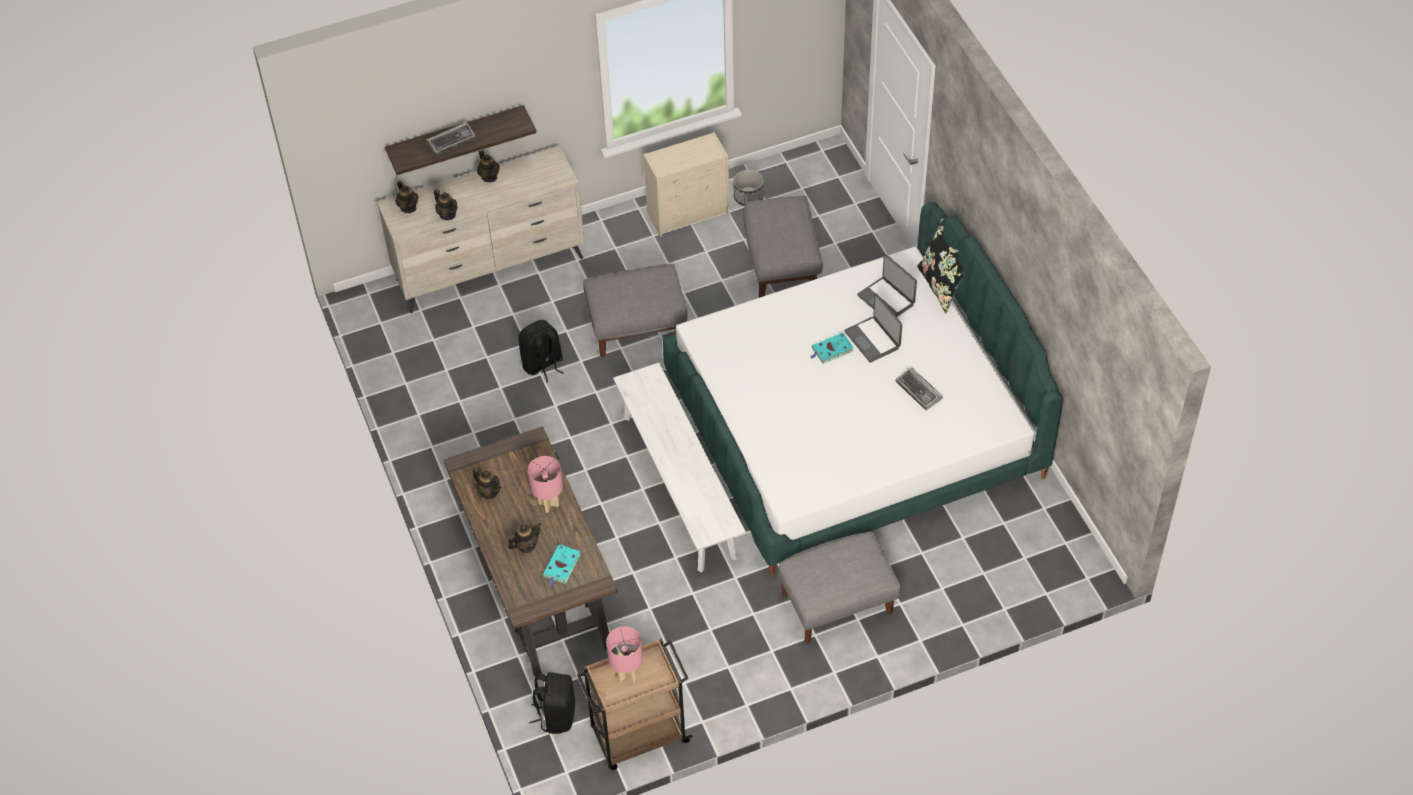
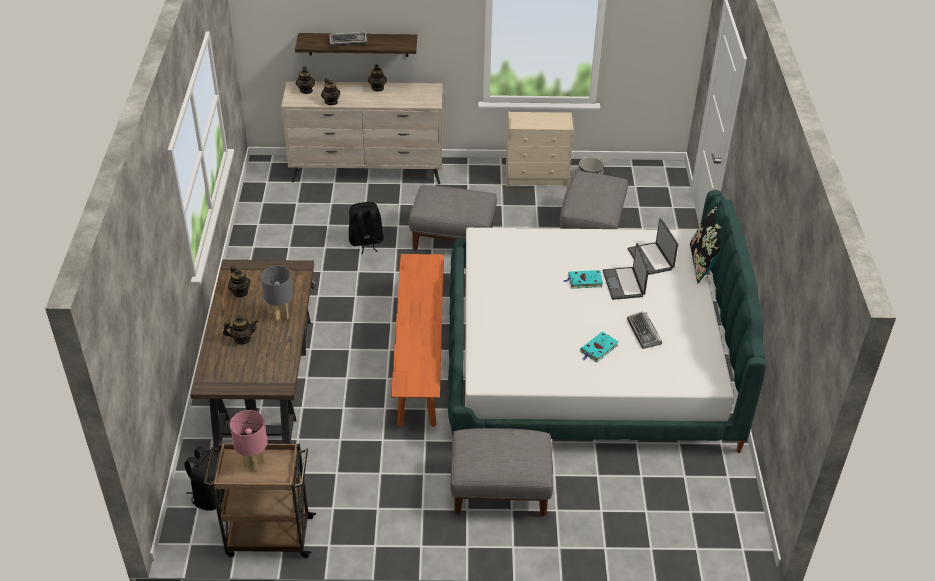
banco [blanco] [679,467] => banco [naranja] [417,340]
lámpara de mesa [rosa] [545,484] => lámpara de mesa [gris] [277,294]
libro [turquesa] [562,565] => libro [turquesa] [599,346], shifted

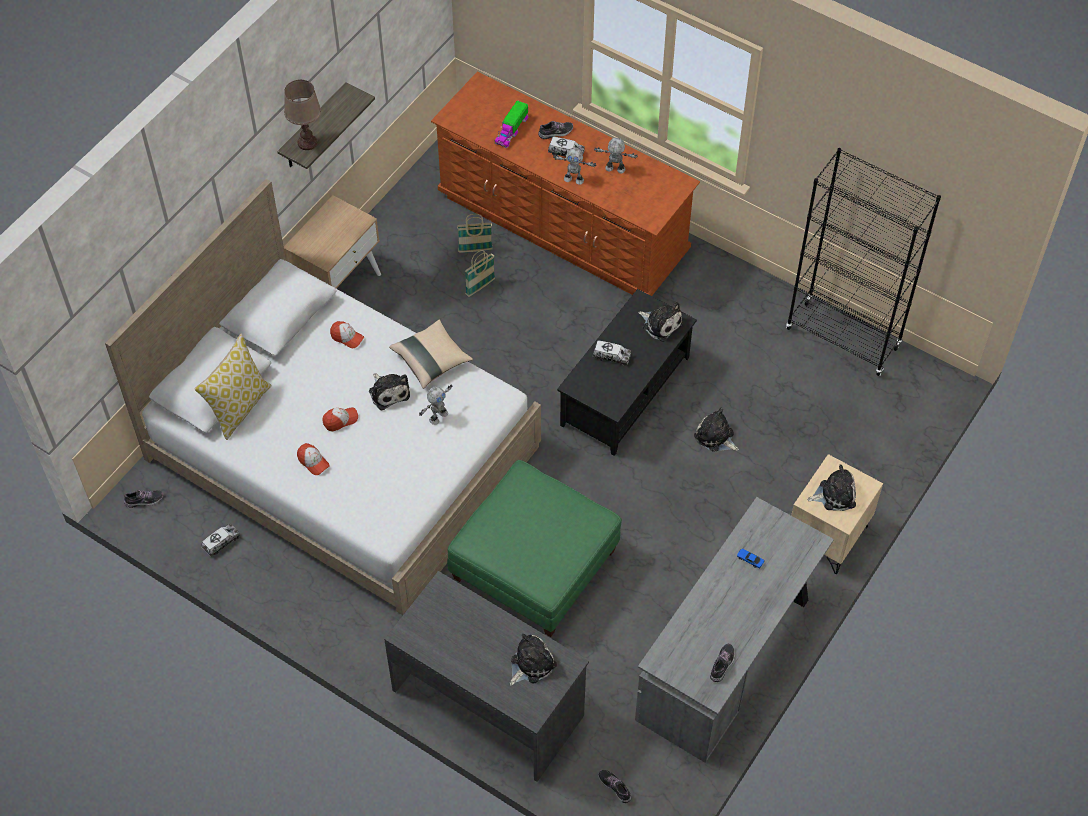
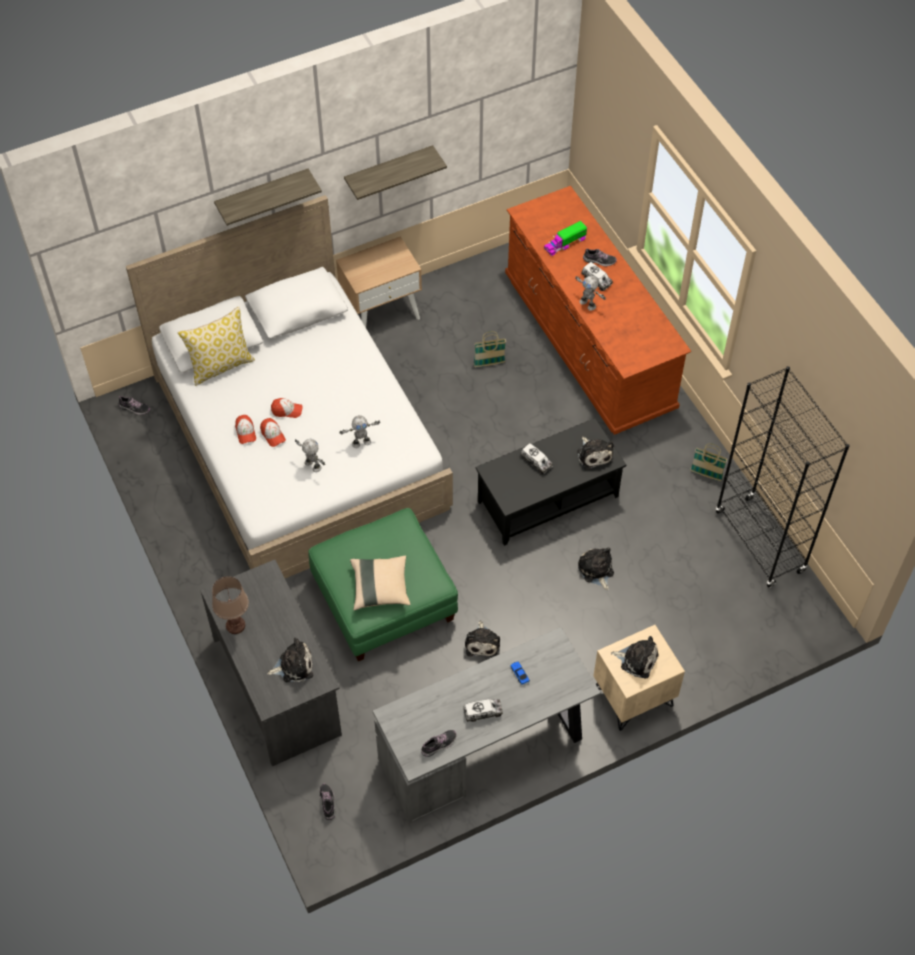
lámpara de mesa [marrón] [302,115] => lámpara de mesa [marrón] [230,605], shifted
robot de juguete [616,155] => robot de juguete [310,455], shifted
cesta [475,233] => cesta [708,462], shifted
cojín [beis] [431,354] => cojín [beis] [380,583], shifted
gorra [347,334] => gorra [273,432], shifted
peluche [389,392] => peluche [482,639], shifted
camión de juguete [220,540] => camión de juguete [483,710], shifted
nothing => estante [268,197]

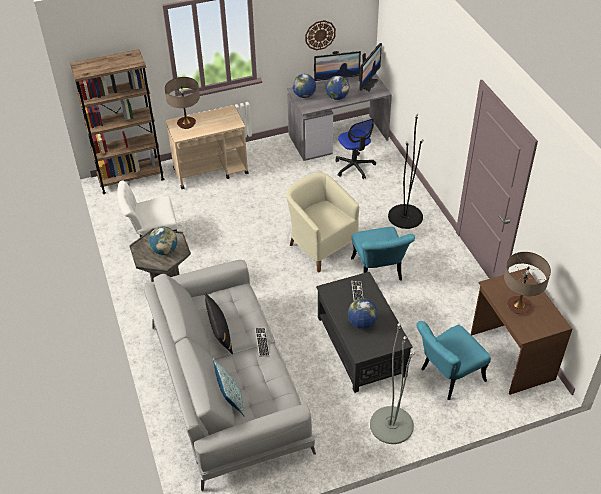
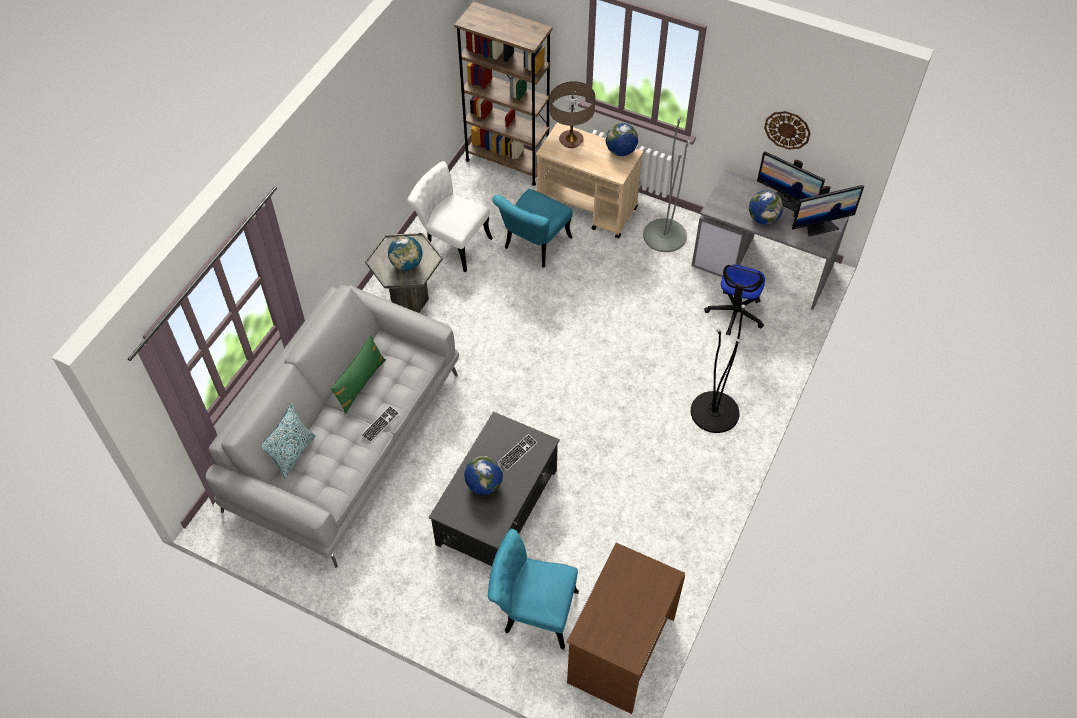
globo terráqueo [304,86] => globo terráqueo [622,139], shifted
sillón [beis] [322,223] => nothing
silla [turquesa] [383,254] => silla [turquesa] [532,228], shifted
lámpara de mesa [527,283] => nothing
cojín [negro] [219,323] => cojín [verde] [358,374]
lámpara de pie [gris] [392,383] => lámpara de pie [gris] [667,184], shifted

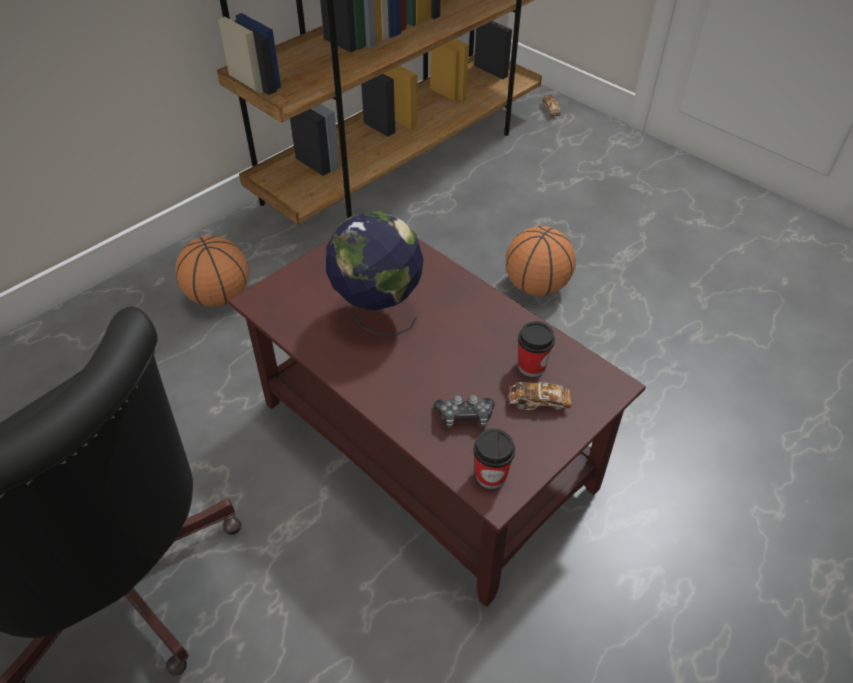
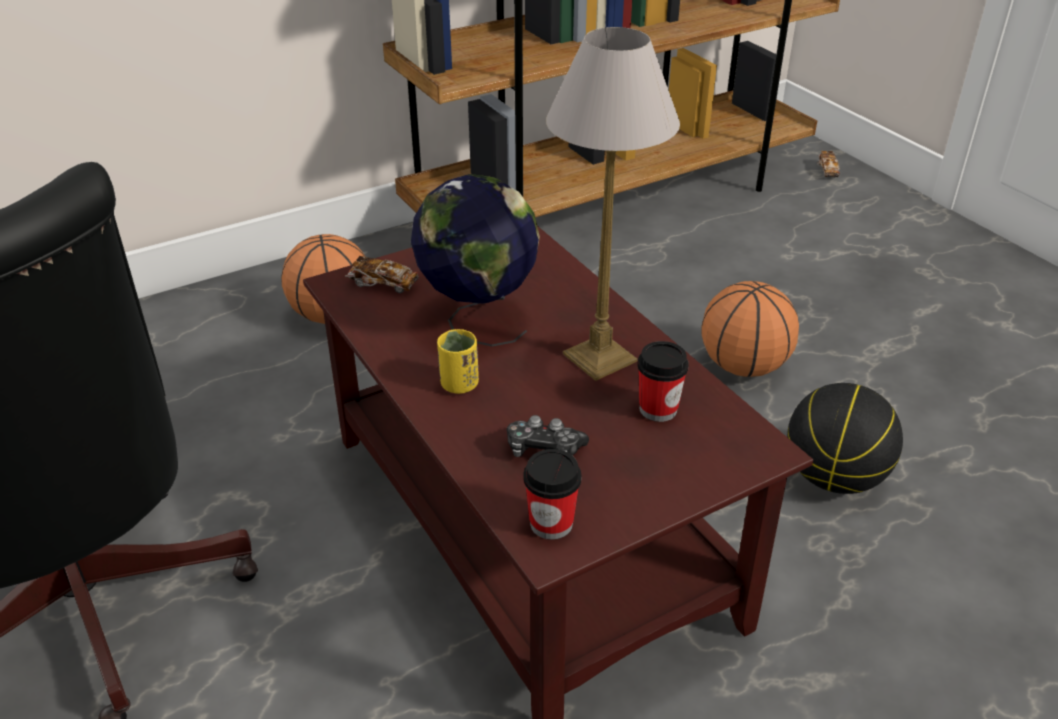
coche de juguete [540,396] => coche de juguete [382,274], shifted
nothing => lámpara de mesa [613,204]
nothing => taza [amarillo] [458,361]
nothing => balón de baloncesto [845,438]

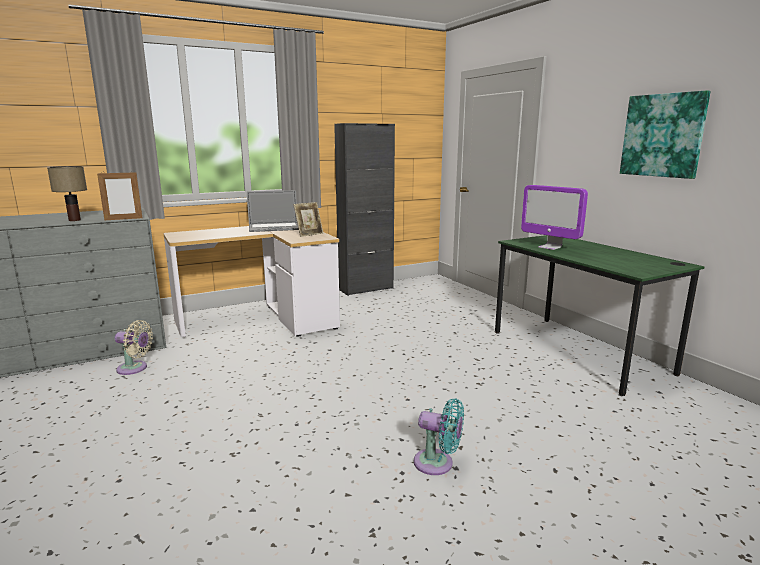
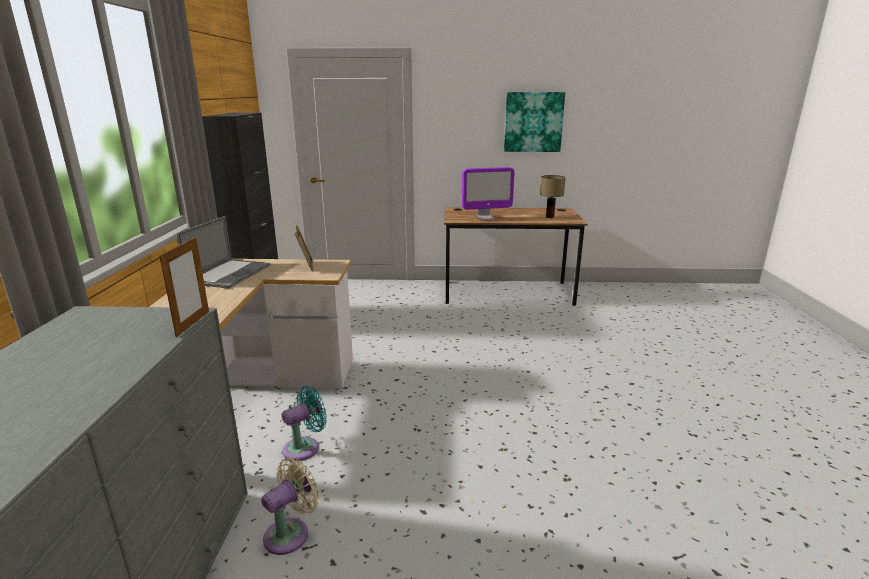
lámpara de mesa [67,193] => lámpara de mesa [553,196], shifted
escritorio [verde] [600,315] => escritorio [marrón] [515,256]
ventilador [turquesa] [439,436] => ventilador [turquesa] [304,423], shifted

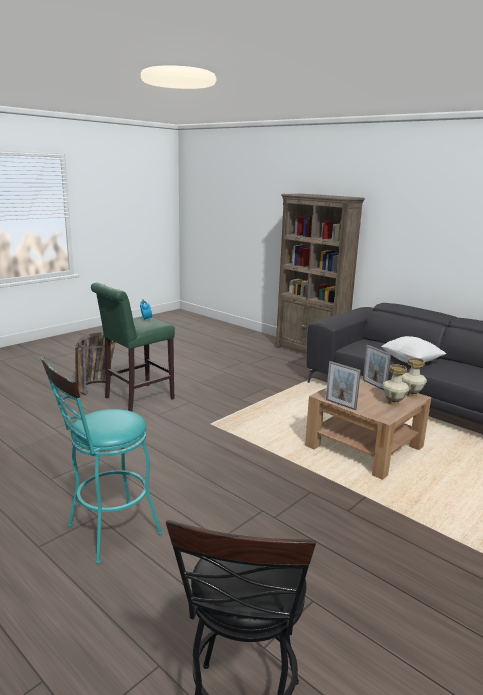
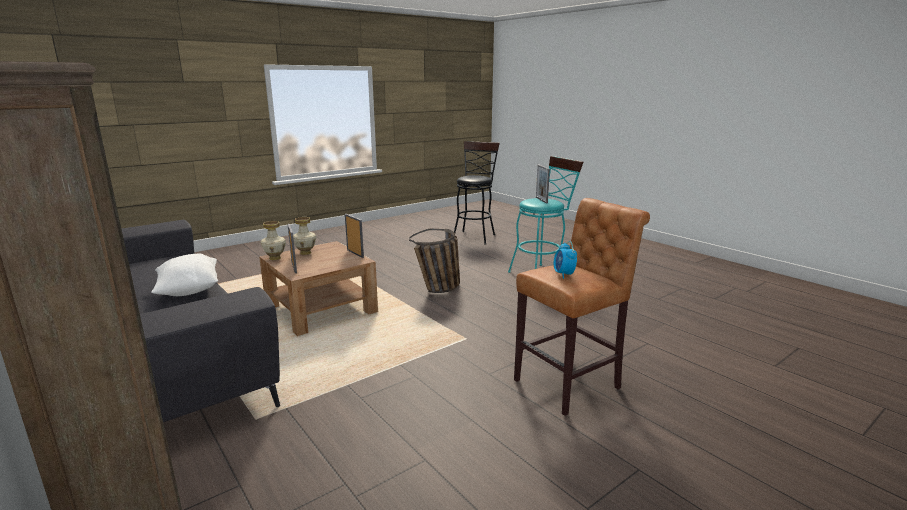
taburete [verde] [133,347] => taburete [marrón] [582,307]
cesta [95,363] => cesta [434,261], shifted
nothing => portarretratos [543,184]

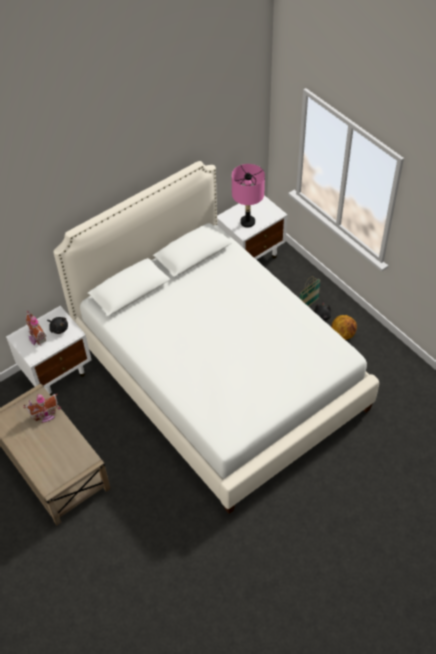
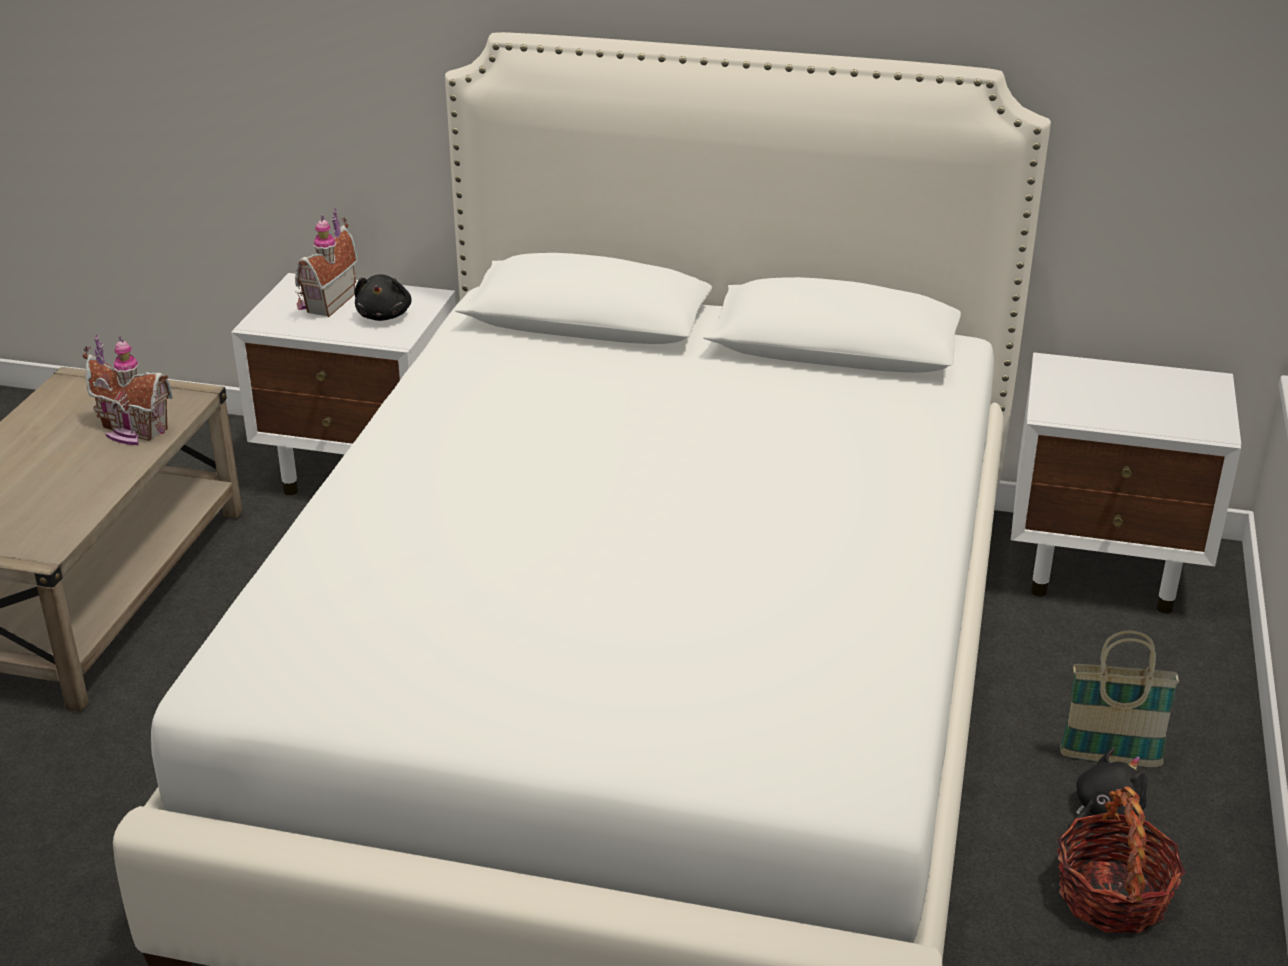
lámpara de mesa [rosa] [248,196] => nothing
balón de baloncesto [344,327] => cesta [1121,860]

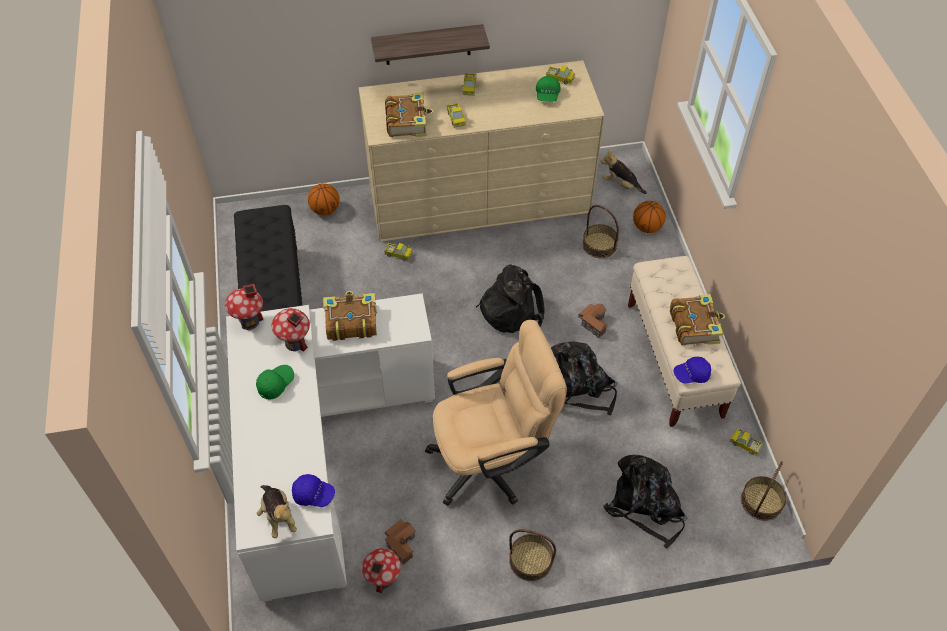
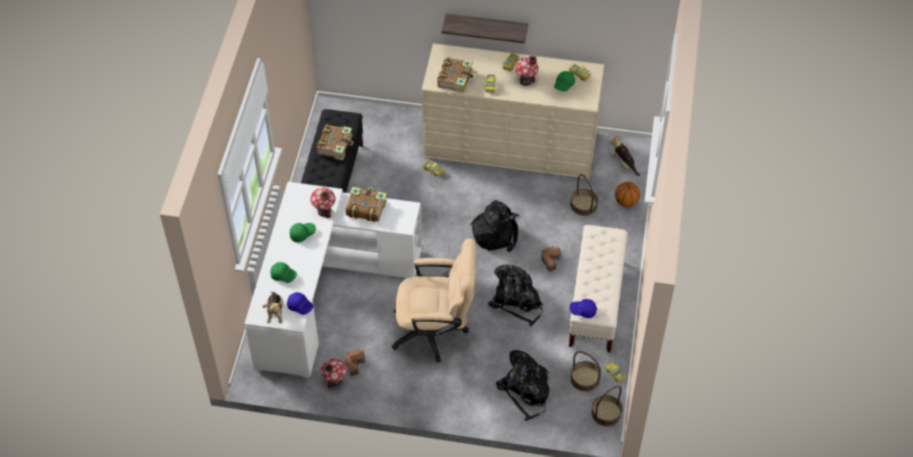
balón de baloncesto [324,199] => nothing
casita [244,307] => casita [526,71], shifted
libro [697,320] => libro [335,142], shifted
cesta [532,555] => cesta [585,371], shifted
nothing => gorra [verde] [283,272]

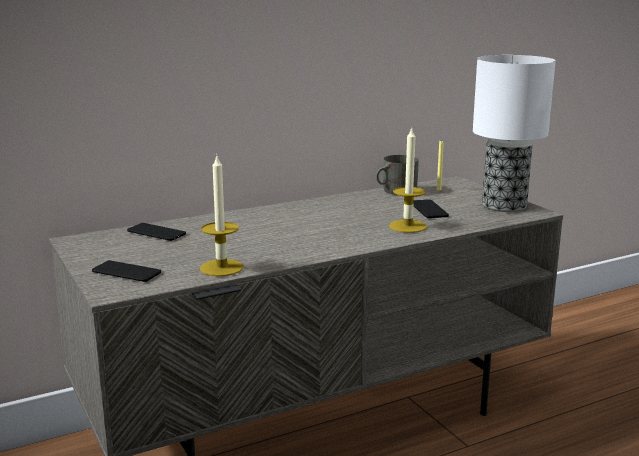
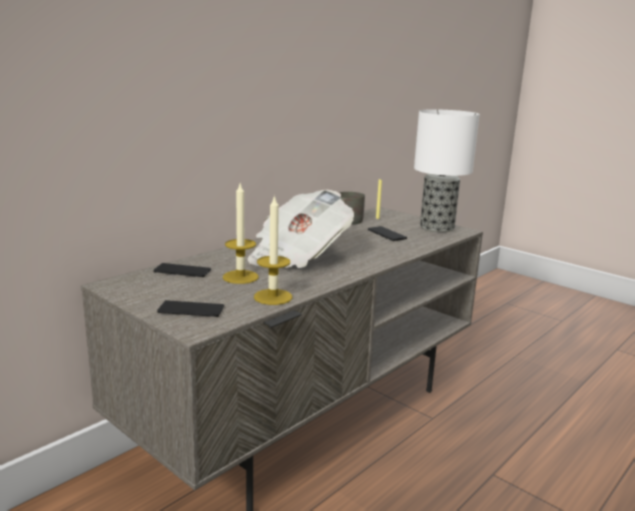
vela [408,179] => vela [241,234], shifted
nothing => periódico [300,229]

